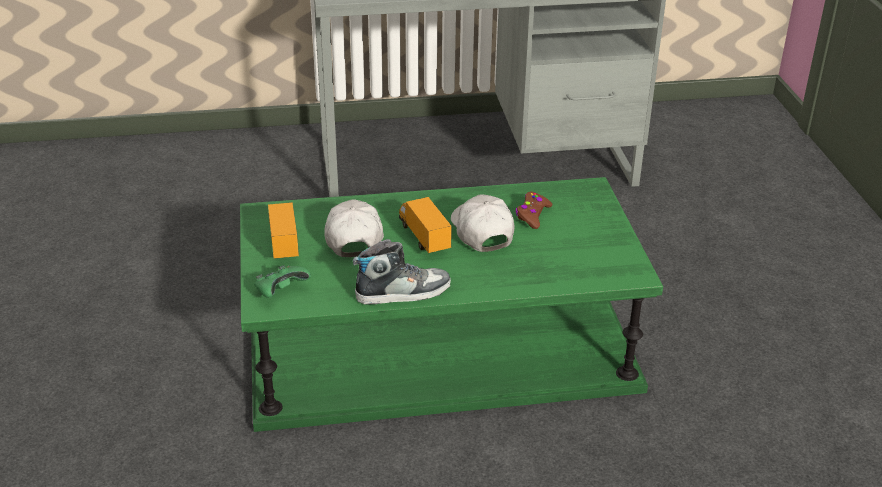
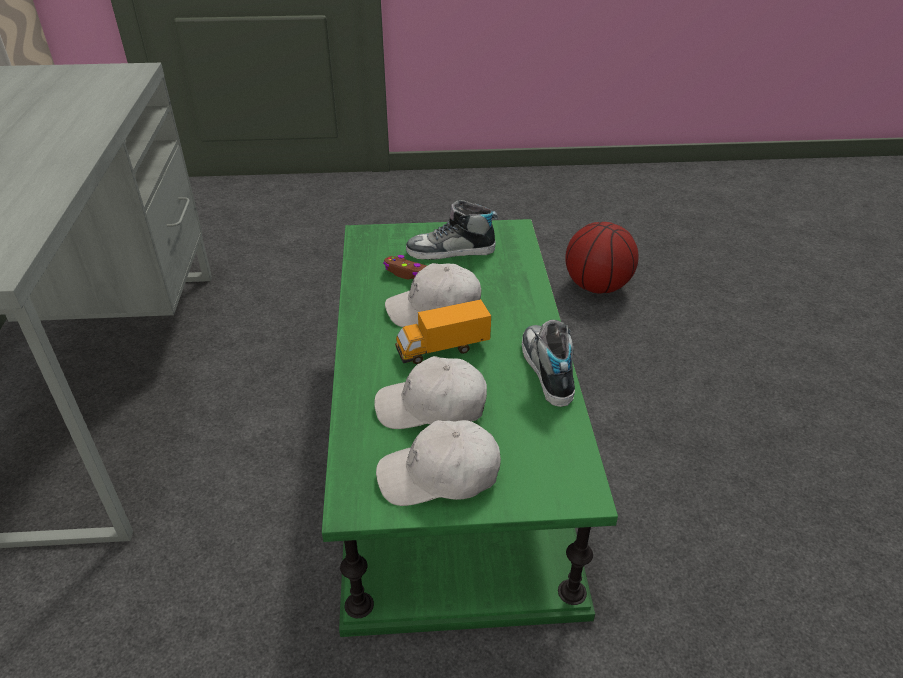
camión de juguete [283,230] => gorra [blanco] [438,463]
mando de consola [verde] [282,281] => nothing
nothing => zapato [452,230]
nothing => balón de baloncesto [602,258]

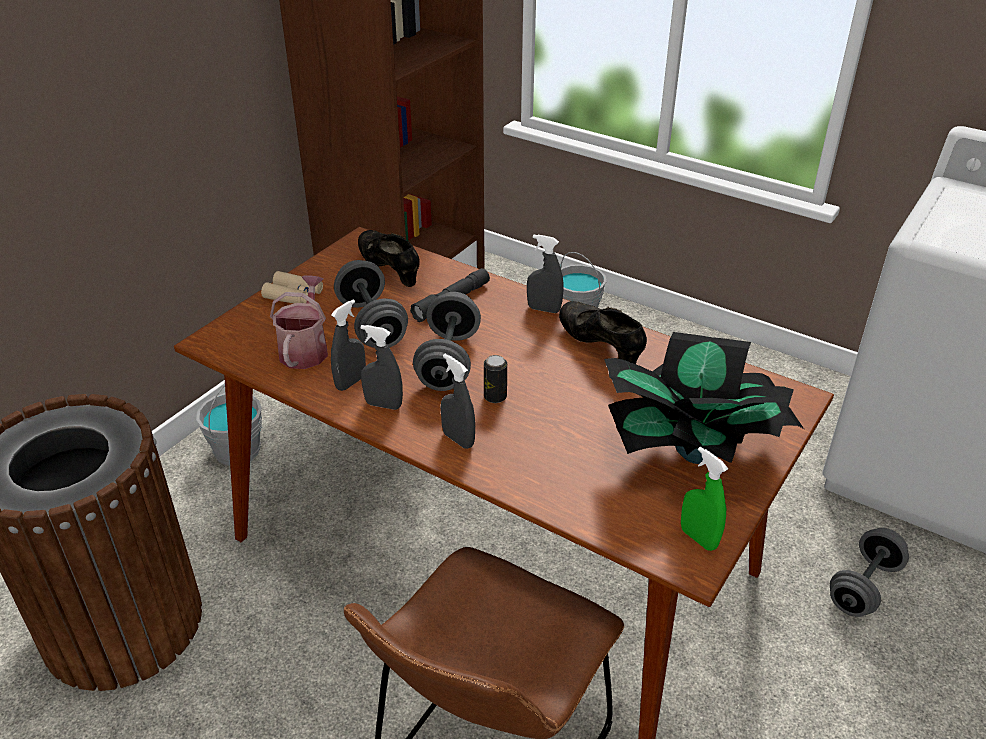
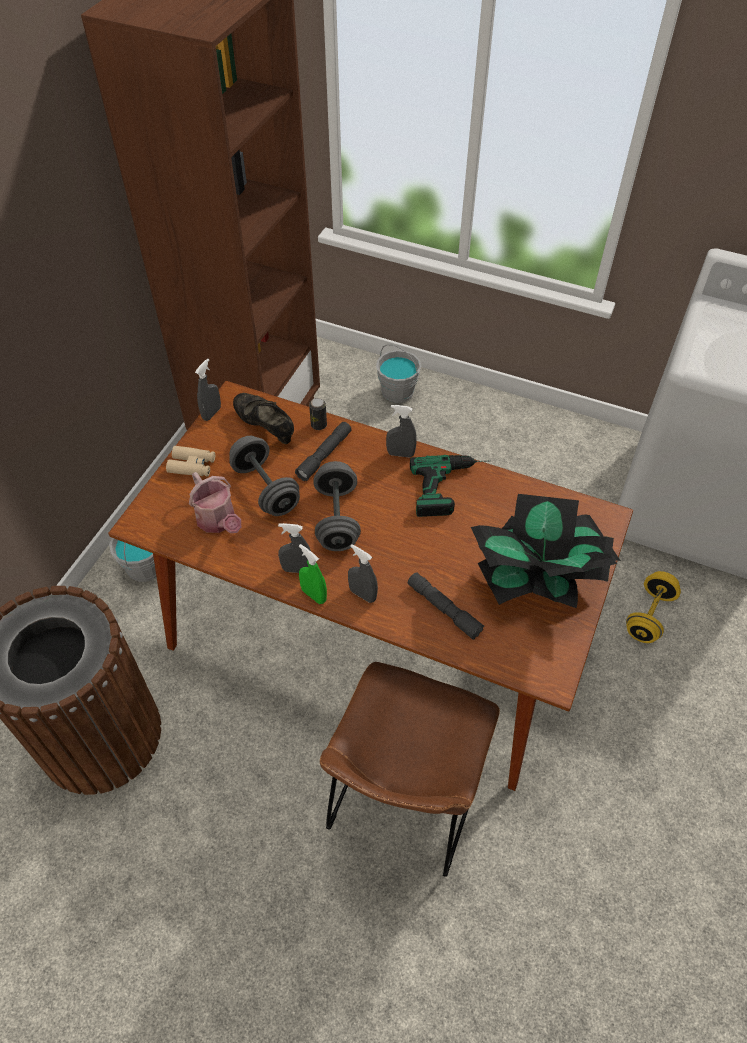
regadera [299,322] => regadera [215,502], 150 degrees clockwise
pulverizador [gris] [348,345] => pulverizador [gris] [208,389], shifted
zapato [negro] [603,332] => taladro [449,486]
lata [495,379] => lata [318,414], shifted
pulverizador [verde] [704,499] => pulverizador [verde] [313,574], shifted
mancuerna [gris] [869,572] => mancuerna [amarillo] [653,607]
nothing => linterna [gris] [446,606]

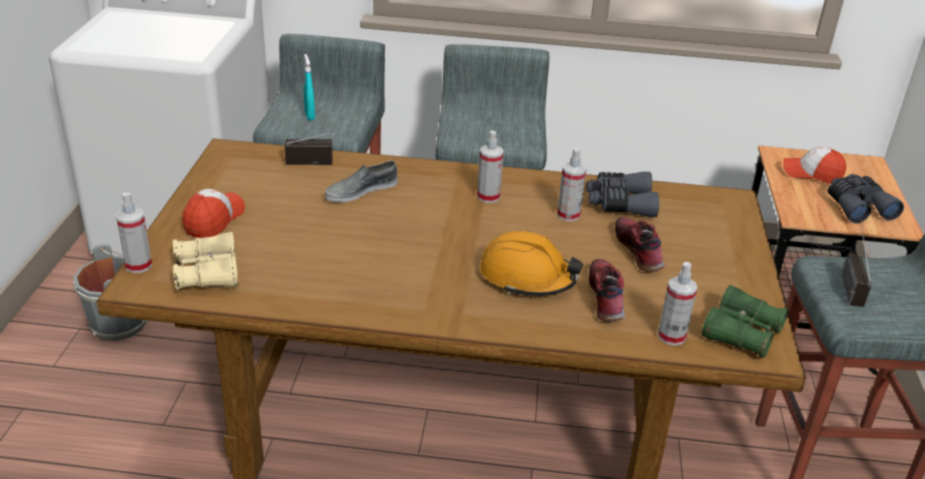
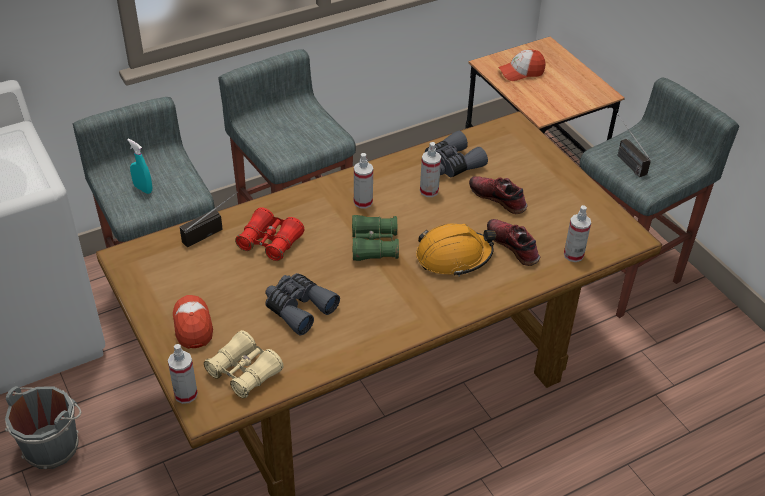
zapato [gris] [361,181] => prismáticos [rojo] [269,234]
prismáticos [gris] [866,198] => prismáticos [gris] [302,304], shifted
prismáticos [verde] [745,321] => prismáticos [verde] [375,238], shifted

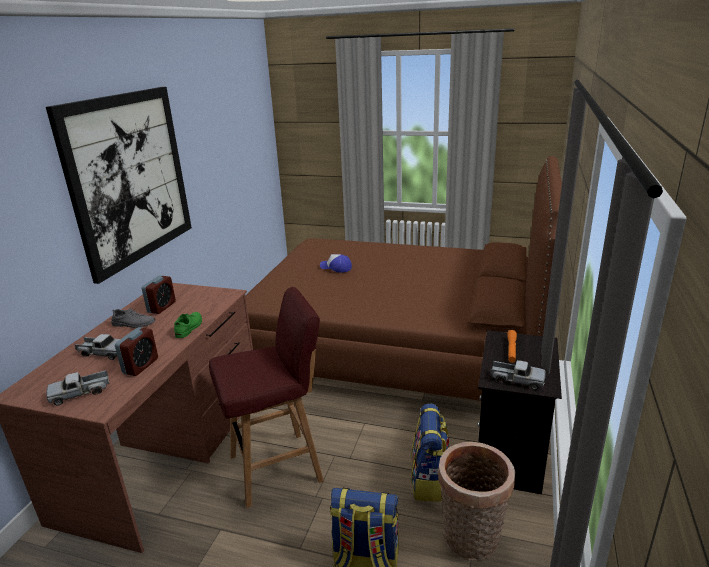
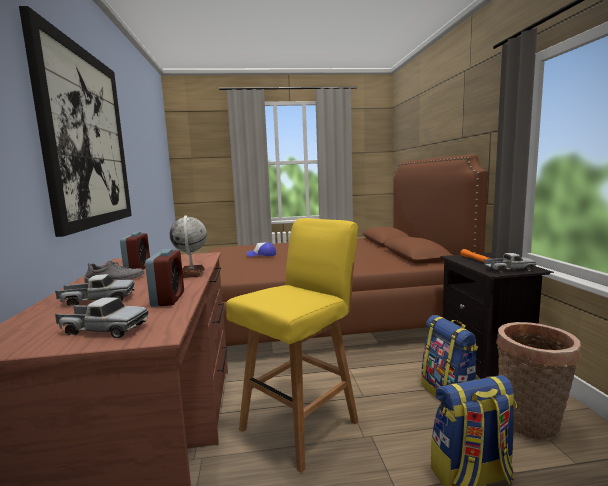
taburete [rojo] [266,397] => taburete [amarillo] [292,345]
zapato [verde] [188,325] => globo terráqueo [188,246]
camión de juguete [78,388] => camión de juguete [102,317], 120 degrees counterclockwise

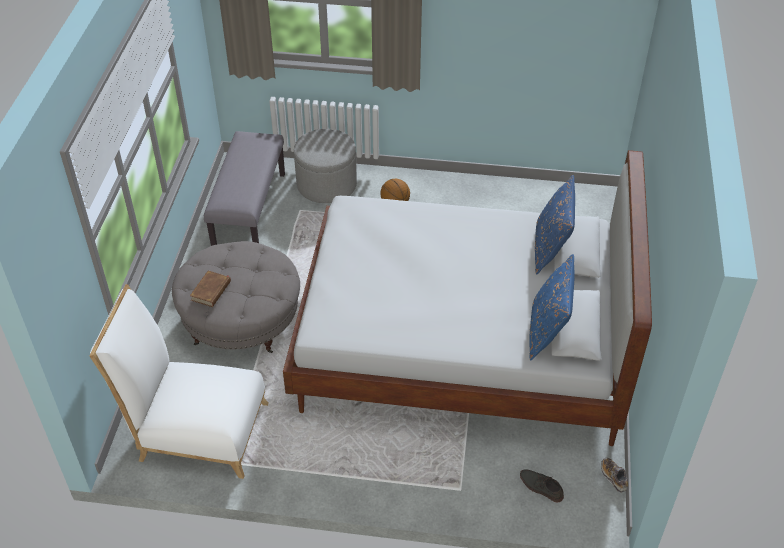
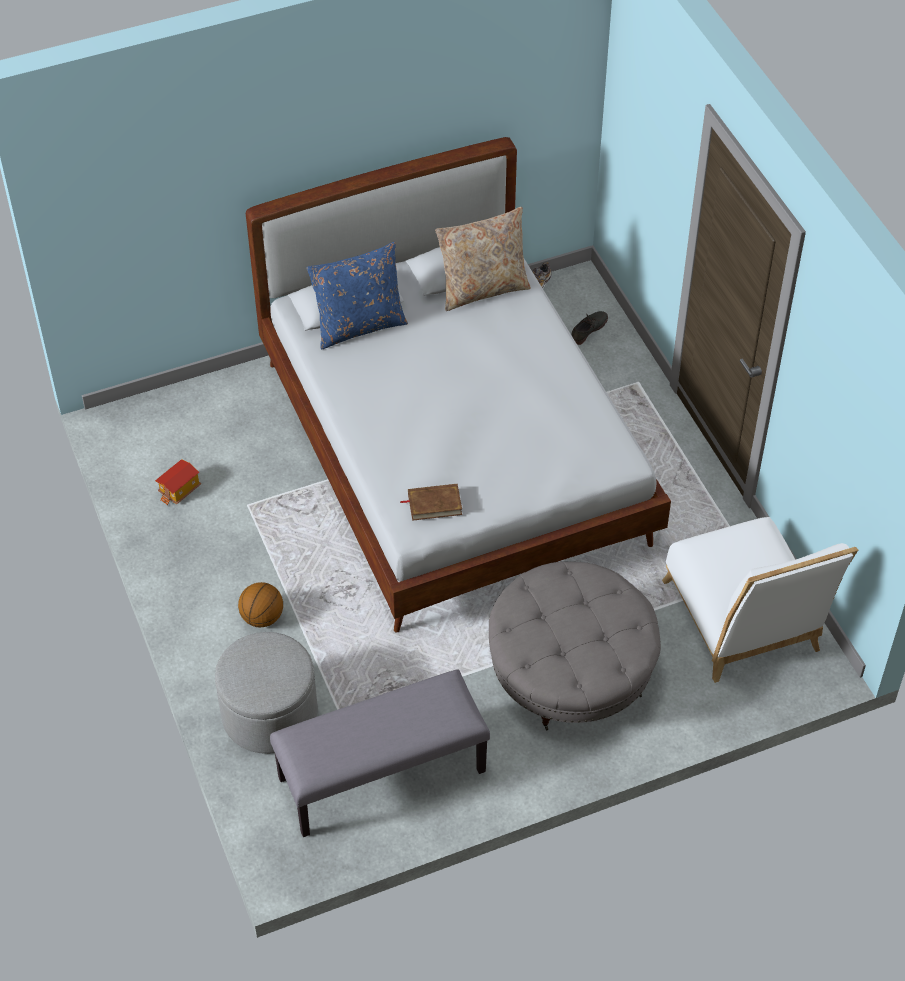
cojín [azul] [552,307] => cojín [beis] [483,259]
libro [marrón] [210,289] => libro [marrón] [431,502], shifted
zapato [gris] [542,486] => zapato [gris] [590,328], 150 degrees counterclockwise
nothing => casita [178,482]

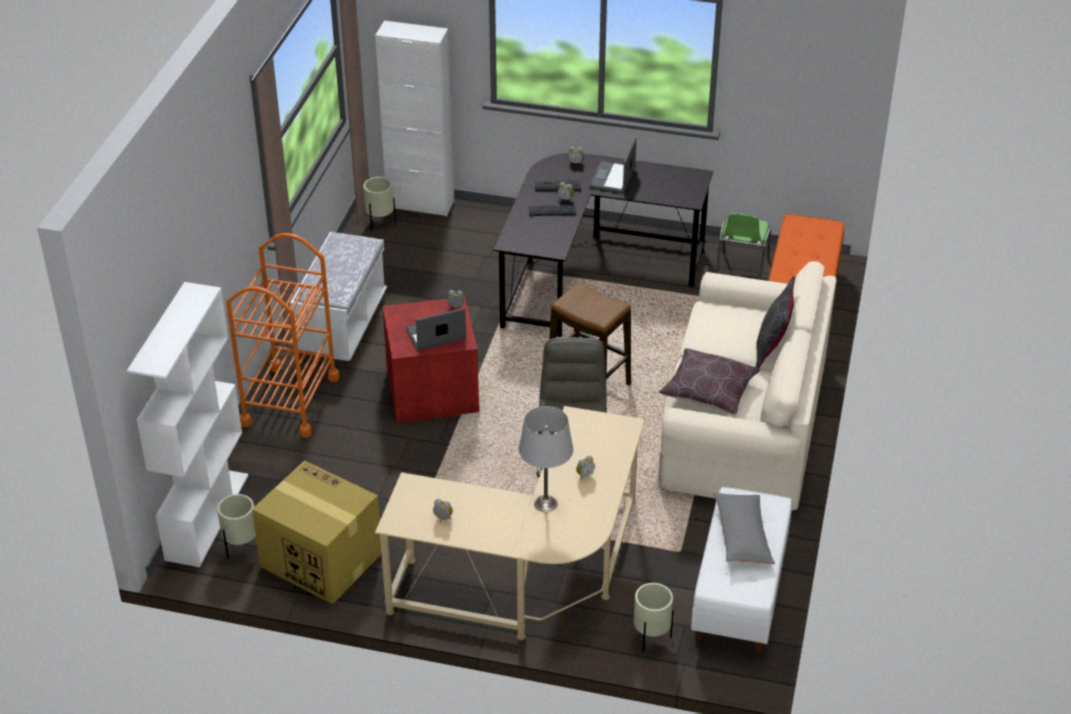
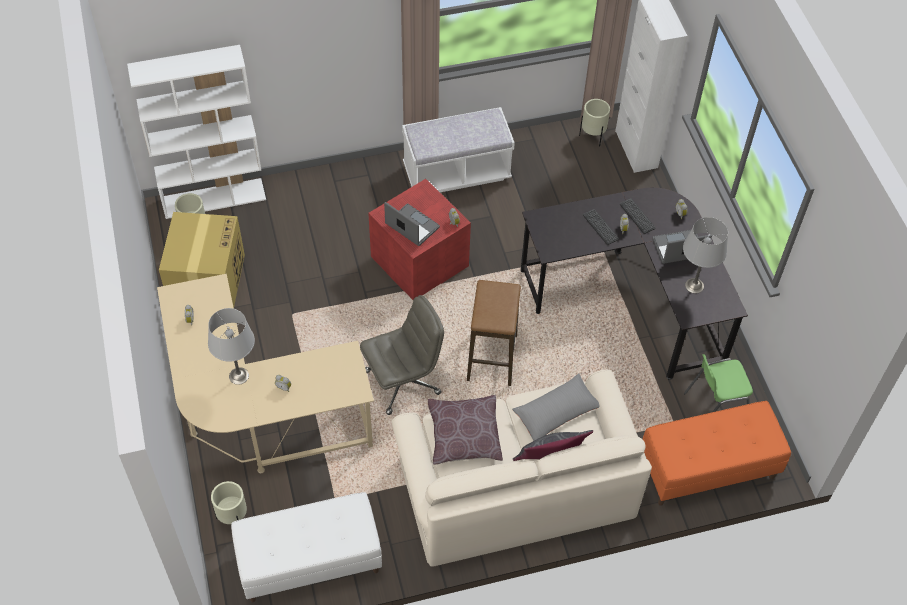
carrito [naranja] [282,335] => nothing
cojín [gris] [744,528] => cojín [gris] [555,407], shifted
nothing => lámpara de mesa [gris] [705,255]

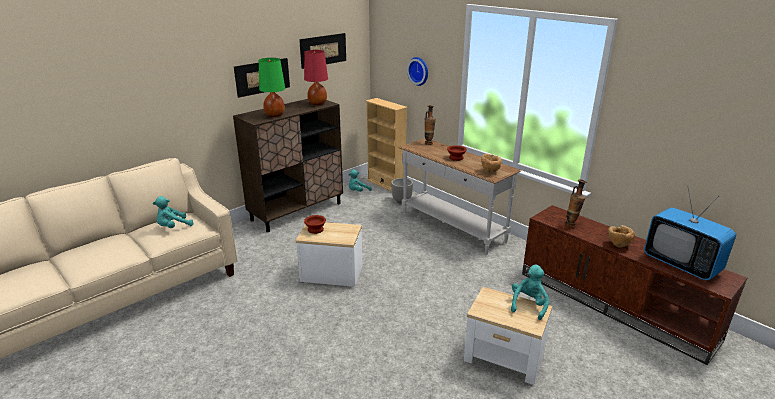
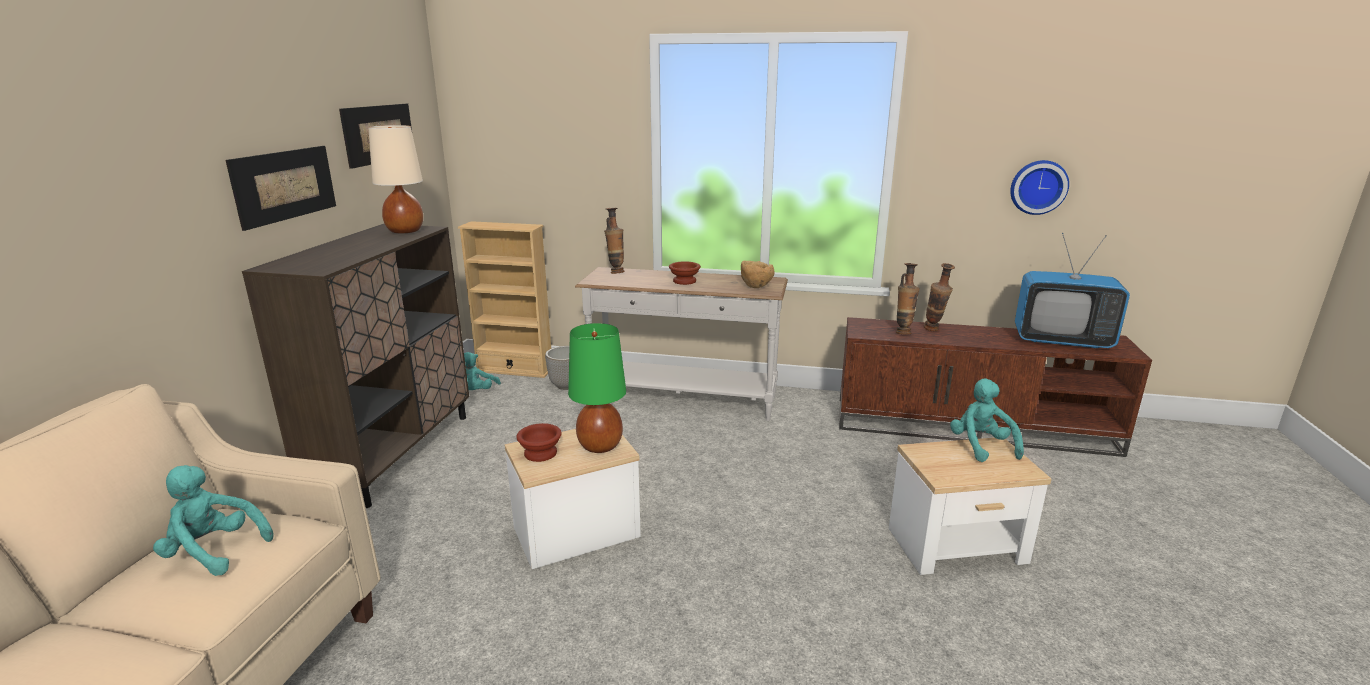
lámpara de mesa [rojo] [316,77] => lámpara de mesa [beis] [395,179]
reloj de pared [417,71] => reloj de pared [1039,187], shifted
lámpara de mesa [verde] [272,87] => lámpara de mesa [verde] [597,388], shifted
peluche [turquesa] [173,212] => peluche [turquesa] [213,520], 90 degrees clockwise
cuenco [marrón] [621,236] => nothing
nothing => florero [939,297]

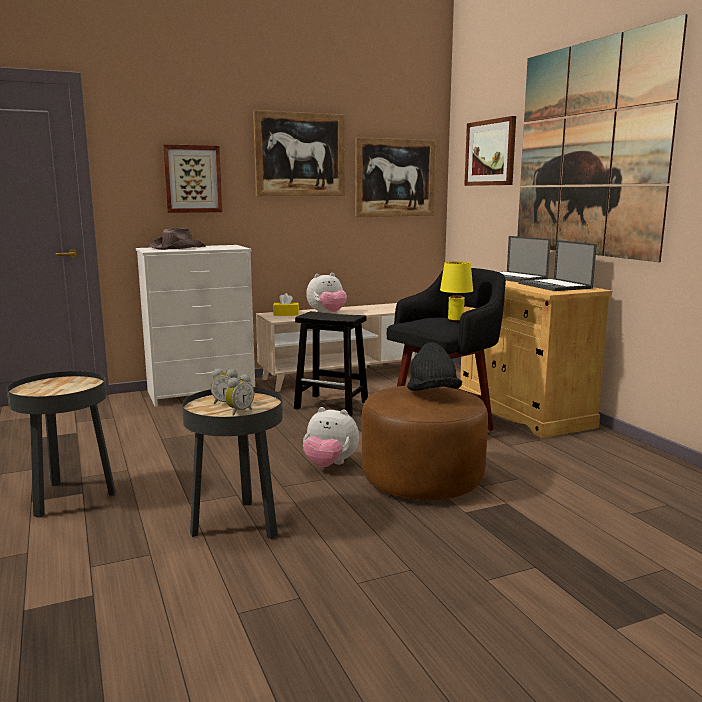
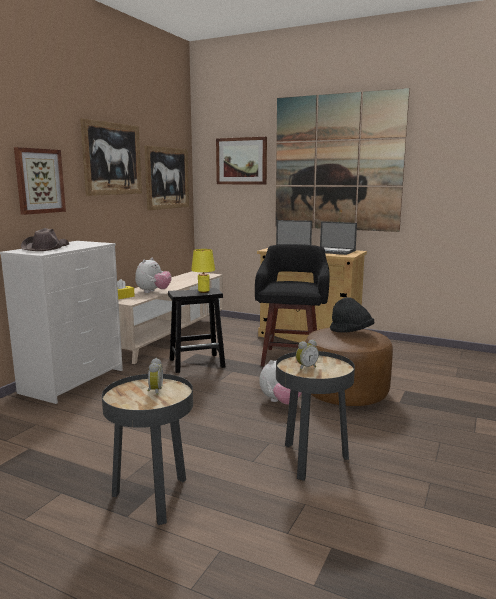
lámpara de mesa [amarillo] [456,291] => lámpara de mesa [amarillo] [203,271], shifted
despertador [239,395] => despertador [155,376], shifted

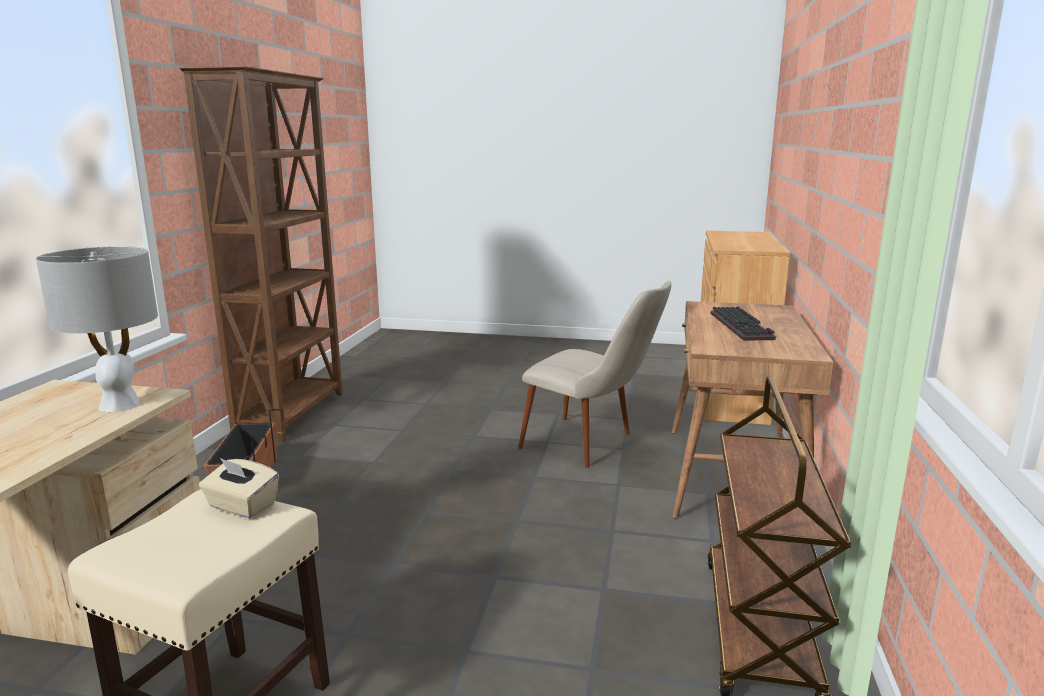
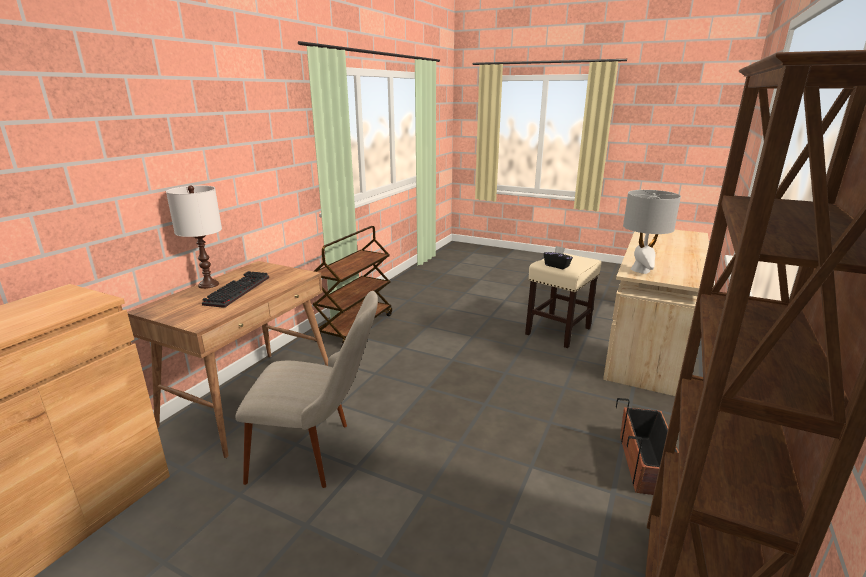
silla [beis] [594,374] => silla [beis] [306,389], 135 degrees clockwise
caja de pañuelos [beis] [239,488] => caja de pañuelos [negro] [558,257]
nothing => lámpara de mesa [blanco] [194,237]

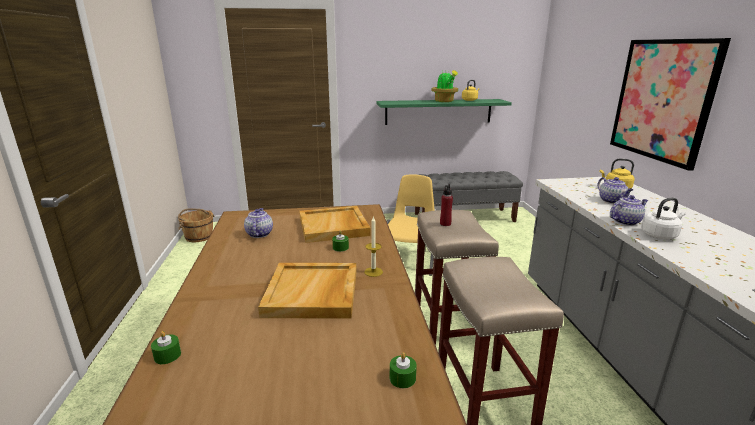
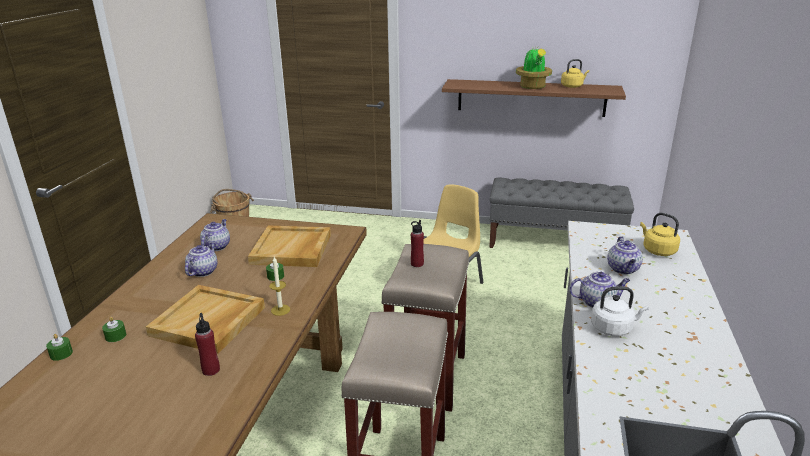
cuadro [670,104] => nothing
estante [verde] [444,112] => estante [marrón] [534,98]
vela [verde] [403,370] => vela [verde] [114,329], shifted
nothing => tetera [201,259]
nothing => botella [rojo] [207,344]

